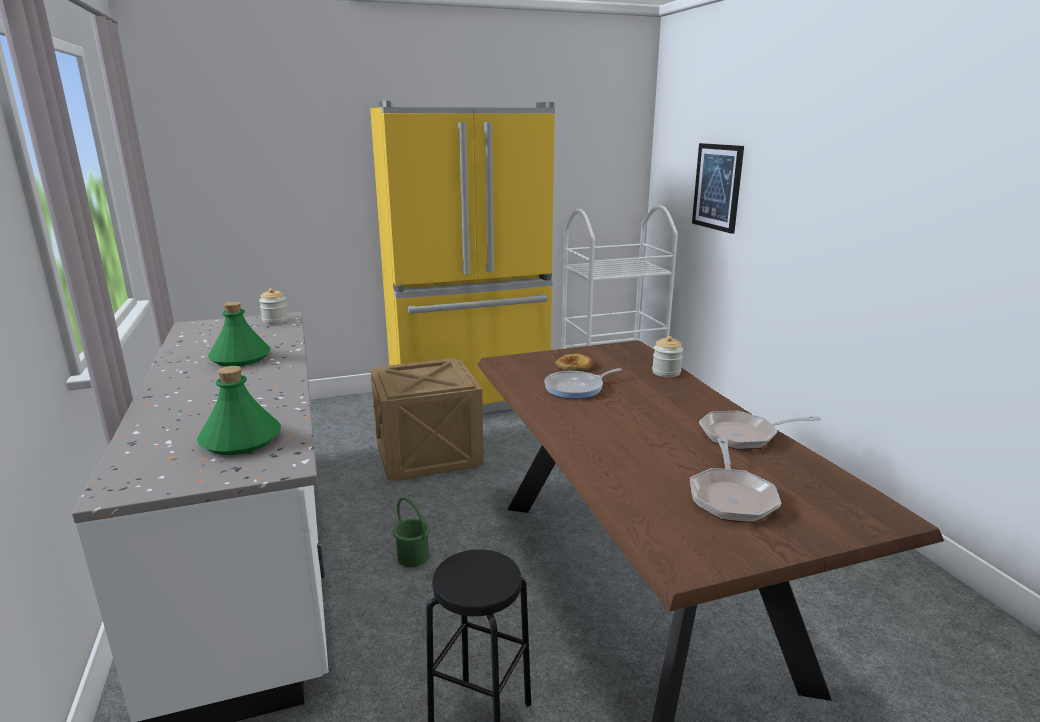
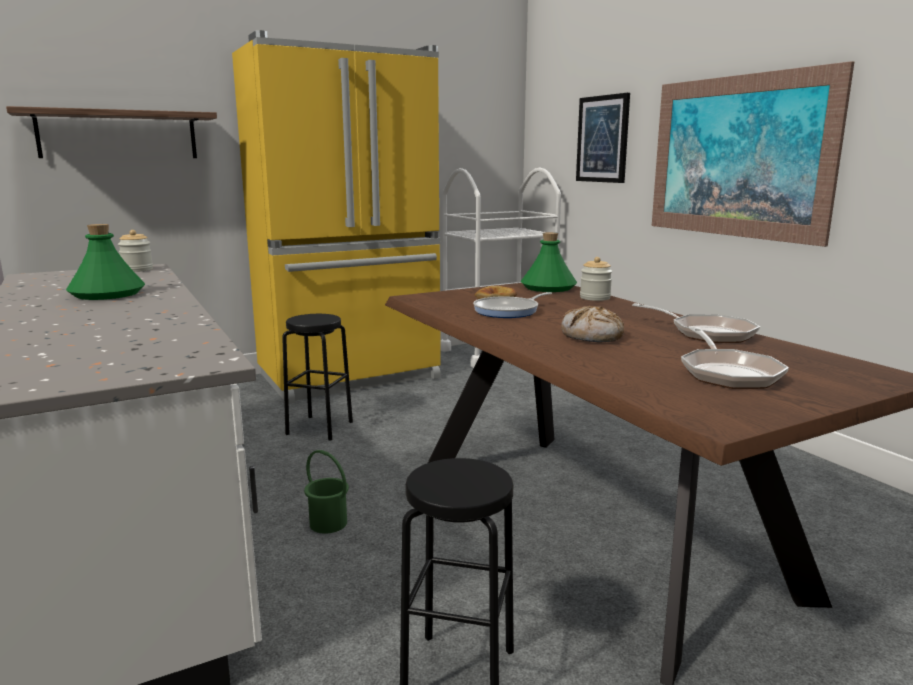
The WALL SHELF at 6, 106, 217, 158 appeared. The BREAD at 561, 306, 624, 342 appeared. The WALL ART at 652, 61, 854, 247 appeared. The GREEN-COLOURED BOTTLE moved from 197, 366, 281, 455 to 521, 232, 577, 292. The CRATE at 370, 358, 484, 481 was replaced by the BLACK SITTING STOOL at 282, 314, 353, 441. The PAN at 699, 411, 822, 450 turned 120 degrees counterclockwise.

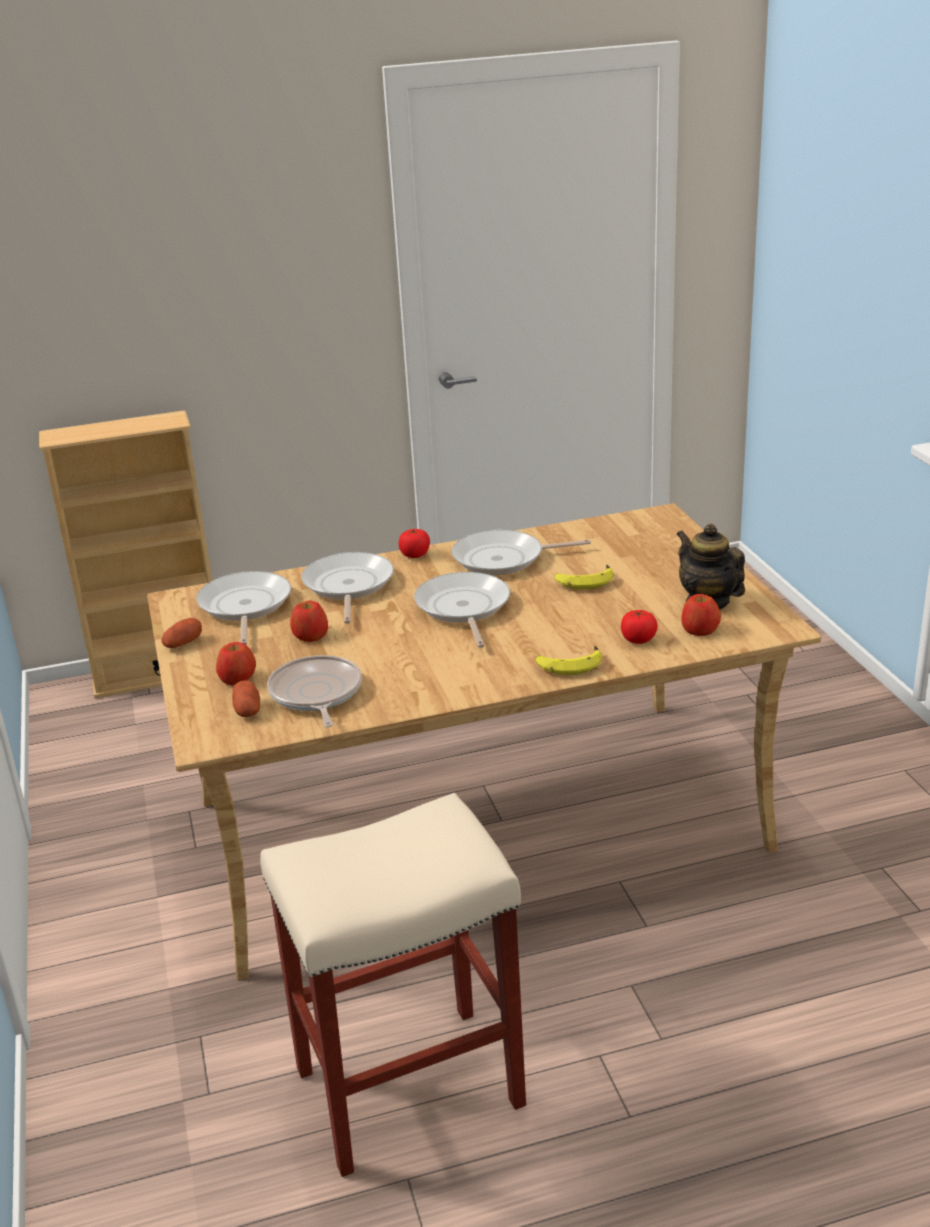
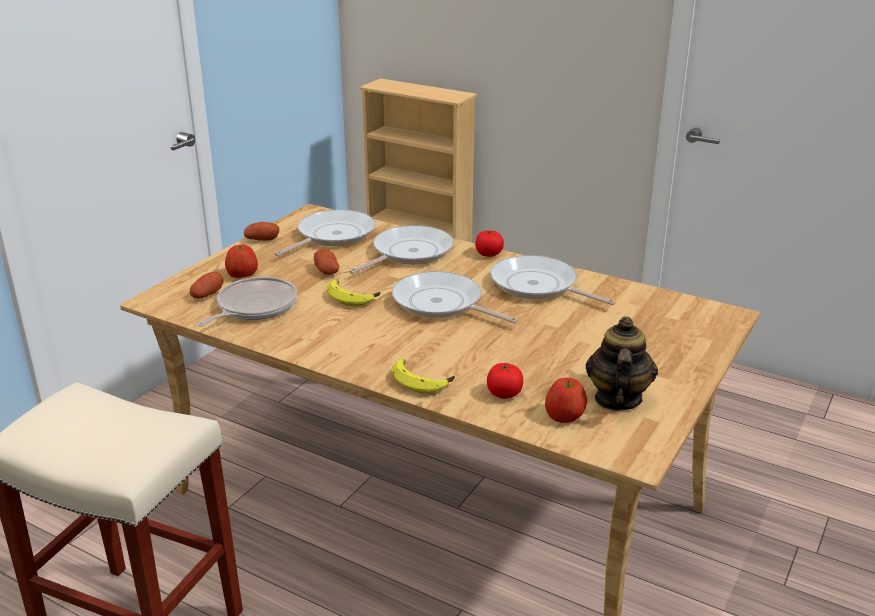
The WHOLE BANANA moved from 555, 564, 614, 589 to 327, 280, 380, 306. The WHOLE APPLE at 290, 600, 328, 642 was replaced by the SPUD at 314, 249, 339, 275. The PAN at 414, 572, 510, 648 turned 90 degrees counterclockwise.

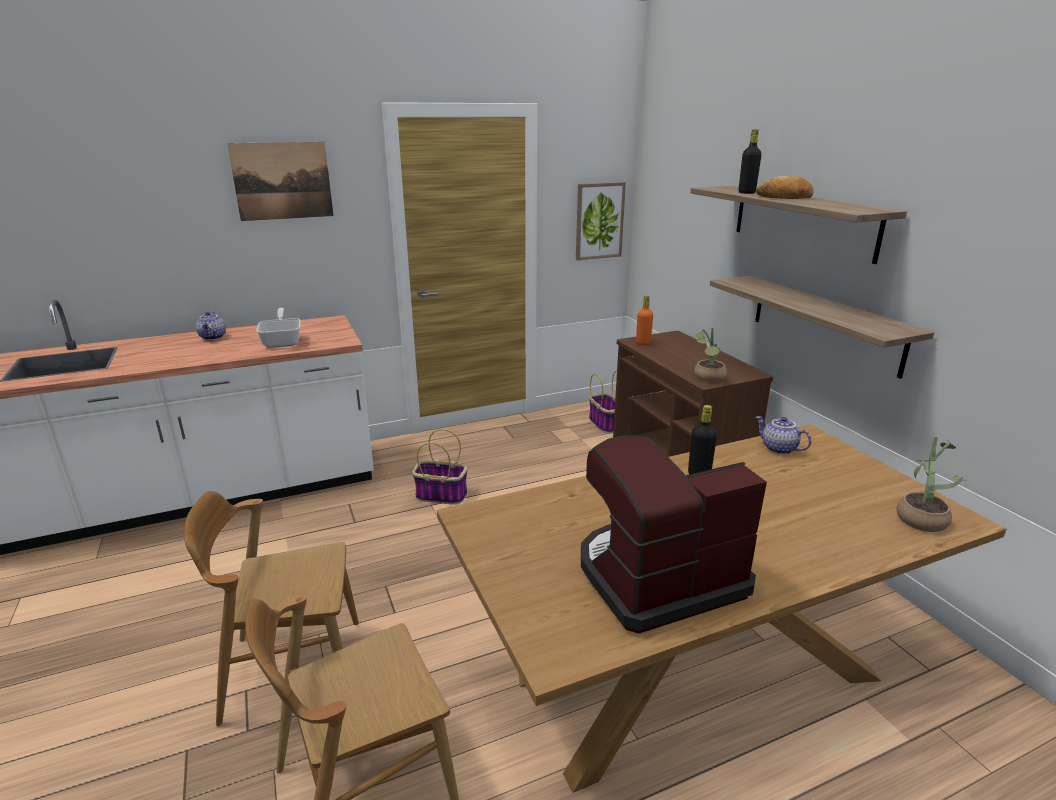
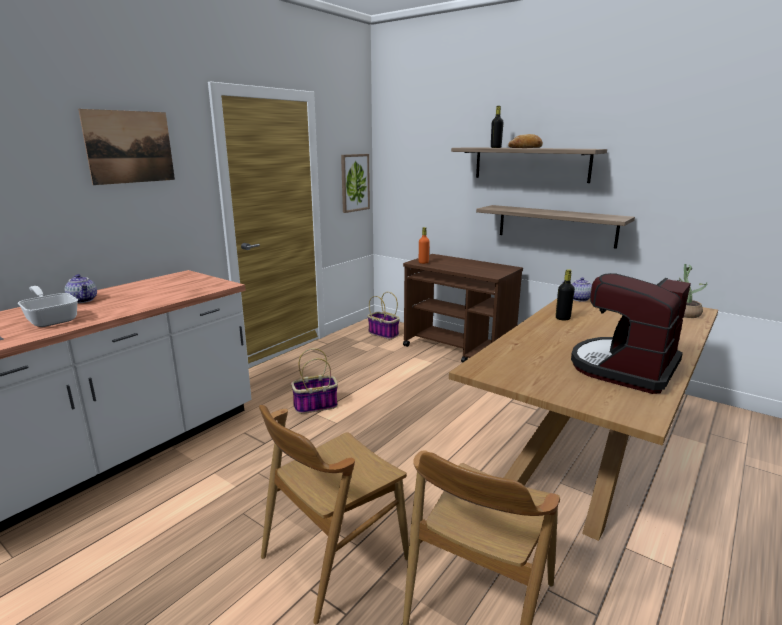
The PLANT IN A POT at 694, 327, 727, 382 disappeared. The PAN moved from 256, 308, 301, 348 to 18, 286, 78, 327.

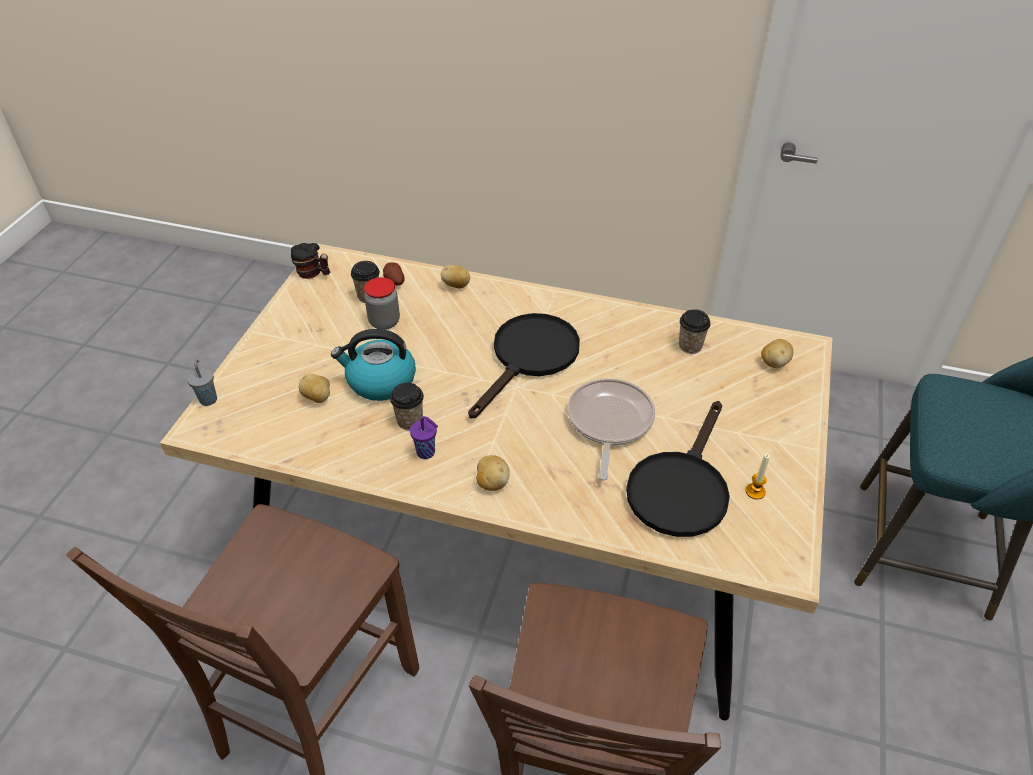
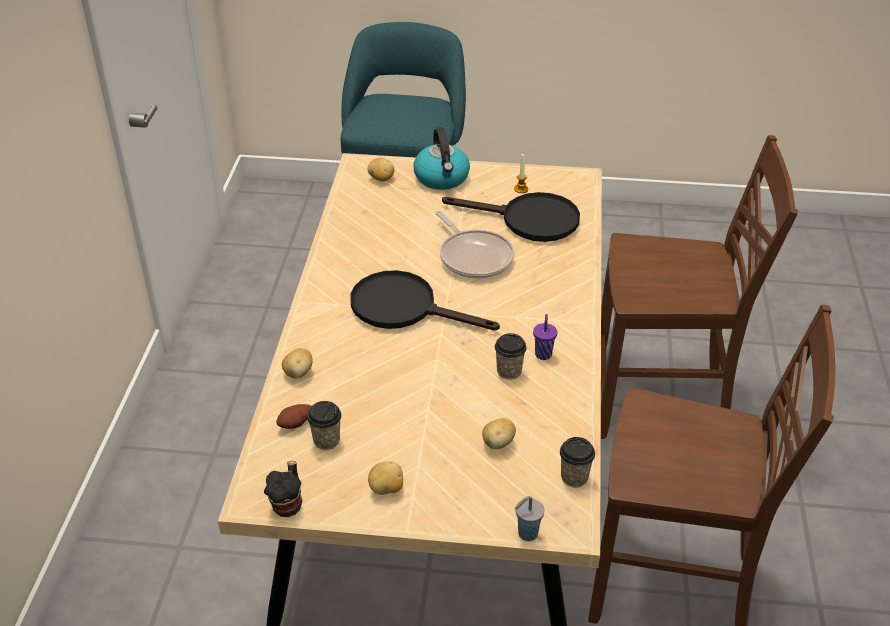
The PRESERVE JAR at 364, 277, 400, 330 disappeared. The WATER KETTLE moved from 331, 329, 416, 401 to 413, 127, 470, 190. The SPUD moved from 476, 455, 510, 491 to 368, 461, 403, 495. The CUP moved from 679, 309, 711, 354 to 560, 437, 595, 487. The PAN at 568, 378, 655, 480 turned 120 degrees counterclockwise.

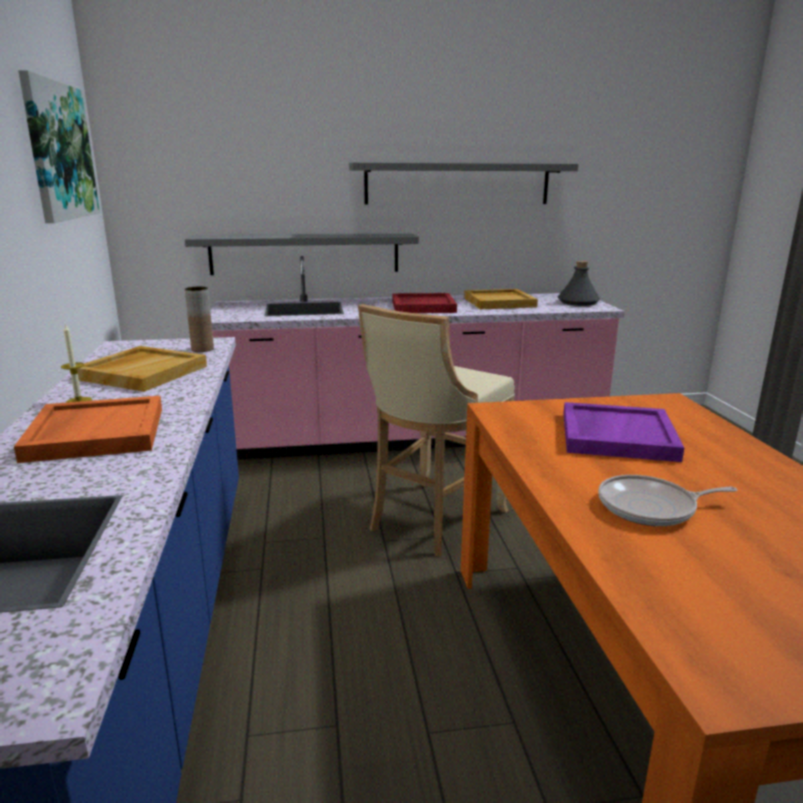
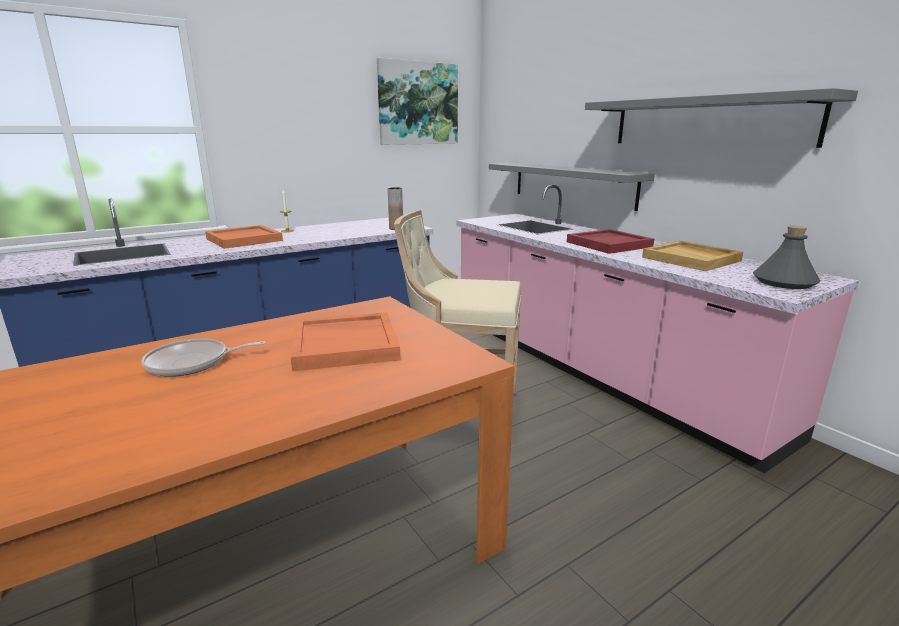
The SAND-COLOURED TRAY at 77, 346, 207, 392 disappeared. The PURPLE-COLOURED TRAY at 563, 402, 684, 462 became the ORANGE TRAY at 291, 312, 400, 371. The PAN at 598, 475, 737, 526 turned 75 degrees counterclockwise.

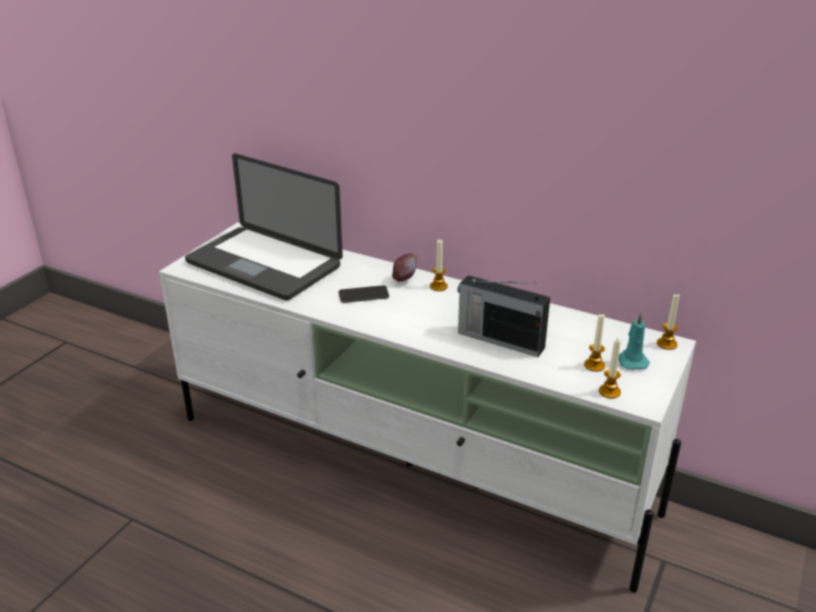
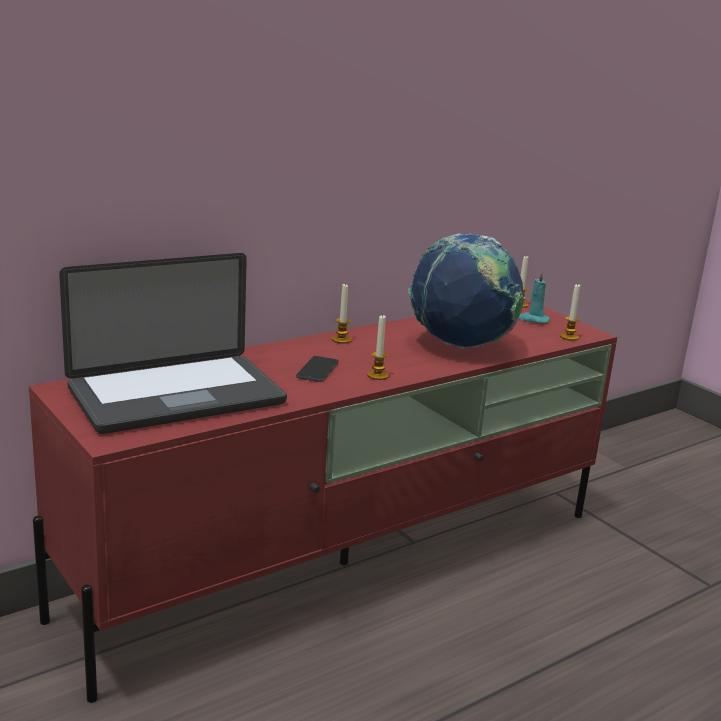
The WHOLE APPLE at 392, 254, 417, 282 disappeared. The WAX LIGHT moved from 584, 314, 605, 372 to 367, 314, 389, 380. The RADIO at 458, 275, 550, 357 was replaced by the WORLD GLOBE at 408, 233, 524, 349. The WHITISH MEDIA CONSOLE at 159, 222, 696, 593 became the REDDISH MEDIA CONSOLE at 29, 300, 617, 703.

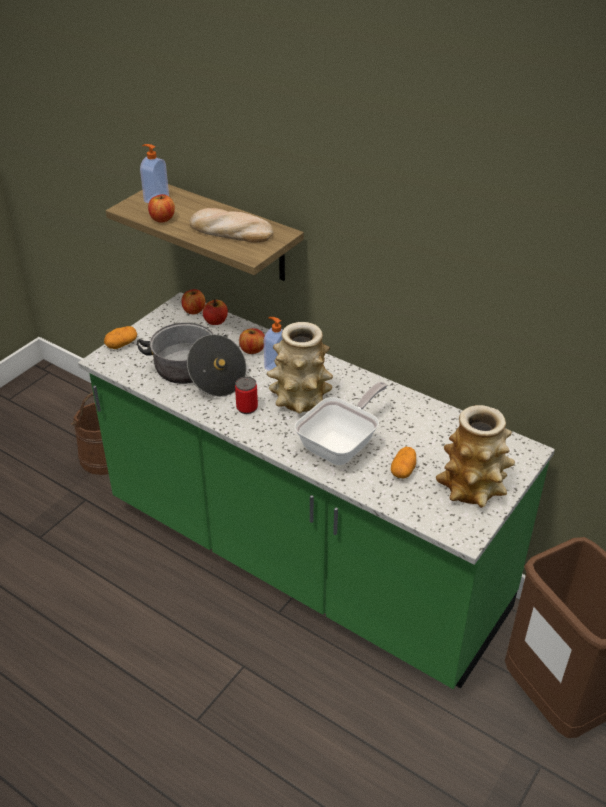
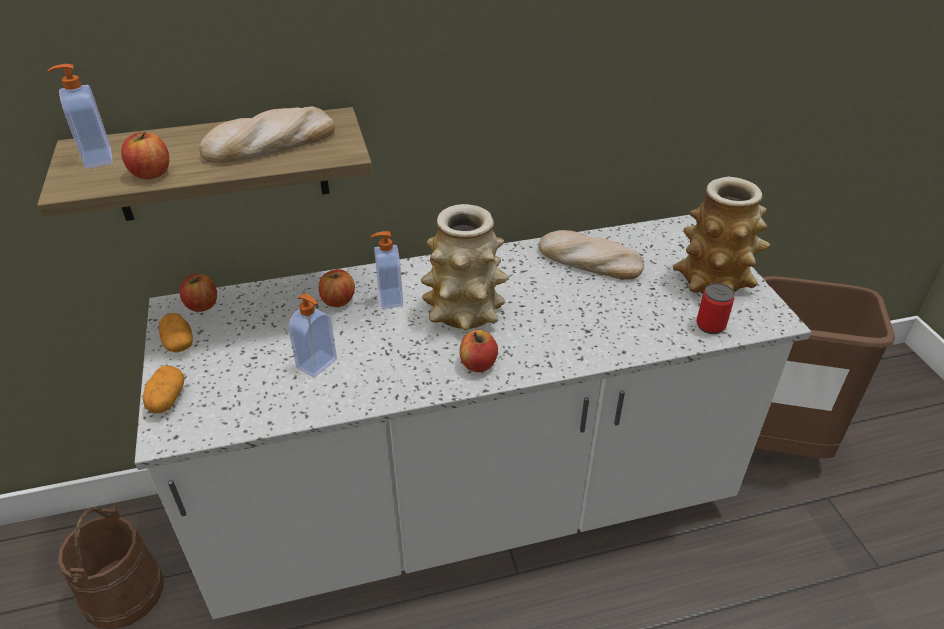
The PAN at 295, 382, 387, 465 disappeared. The BREAD at 538, 230, 644, 280 appeared. The WHOLE APPLE moved from 203, 299, 228, 325 to 459, 330, 498, 372. The SEALED CAN moved from 235, 377, 258, 414 to 696, 283, 735, 334. The SPUD moved from 391, 447, 416, 478 to 159, 313, 193, 353. The STOCKPOT at 137, 322, 246, 397 was replaced by the SOAP DISPENSER at 288, 293, 337, 378. The GREEN-COLOURED COUNTER at 78, 292, 555, 689 became the WHITISH COUNTER at 135, 215, 811, 619.

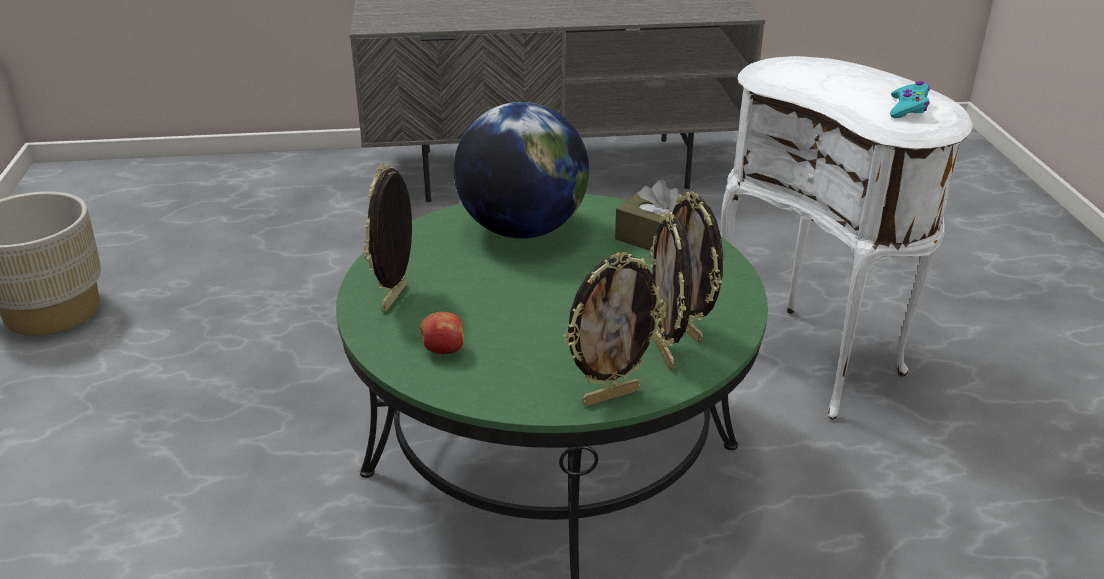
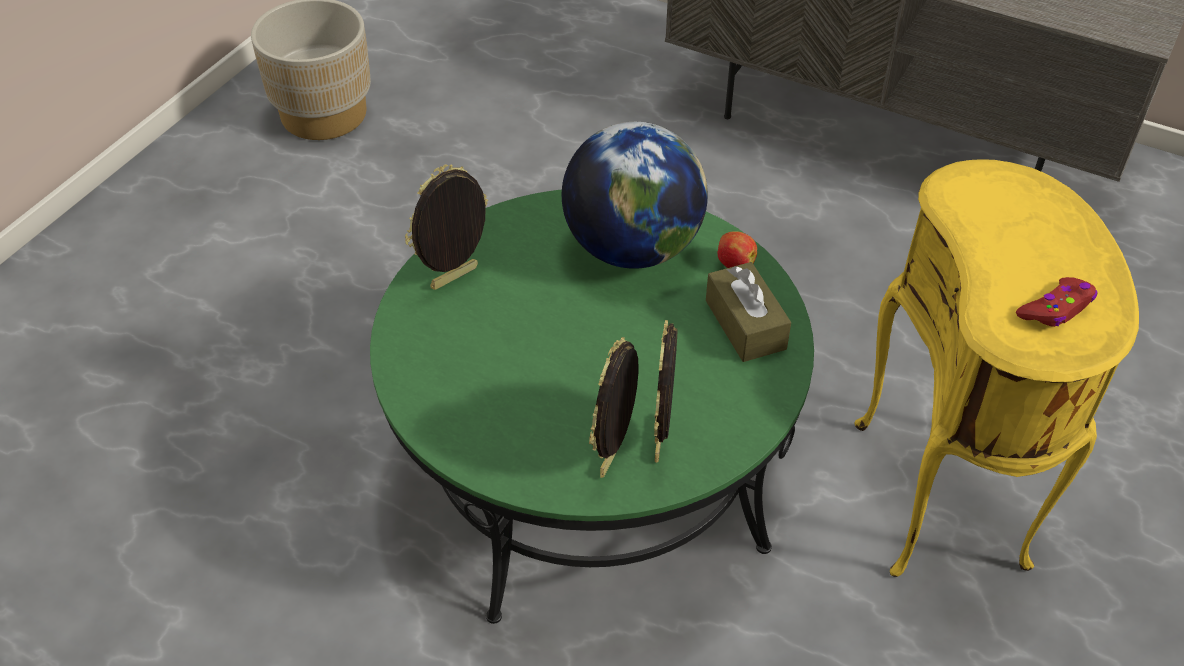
The STANDING FRAME at 563, 252, 666, 406 disappeared. The WHOLE APPLE moved from 420, 312, 464, 354 to 718, 231, 757, 268. The WHITISH SIDE TABLE at 721, 56, 973, 420 became the YELLOW-COLOURED SIDE TABLE at 854, 159, 1139, 577. The BLUE-GREEN JOYPAD at 890, 81, 930, 118 became the REDDISH JOYPAD at 1016, 277, 1098, 327.

